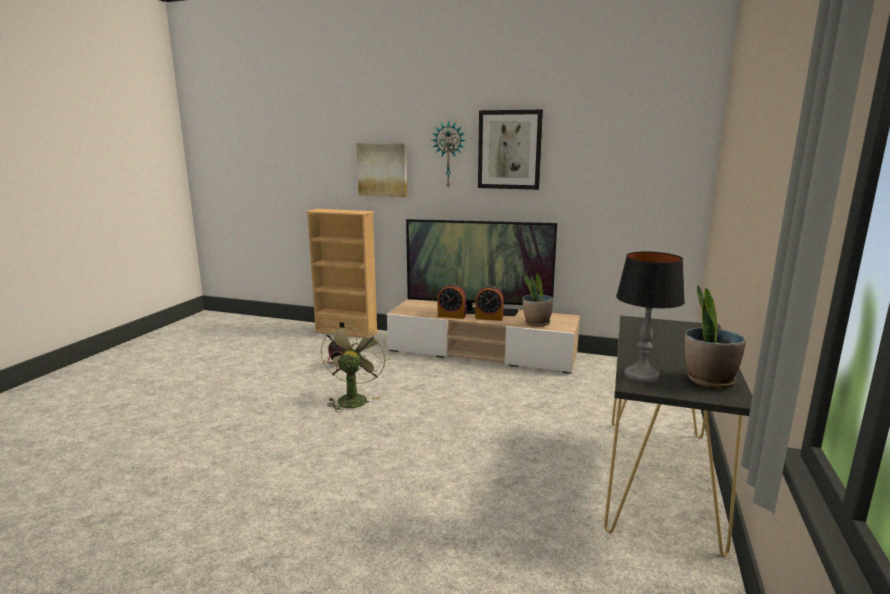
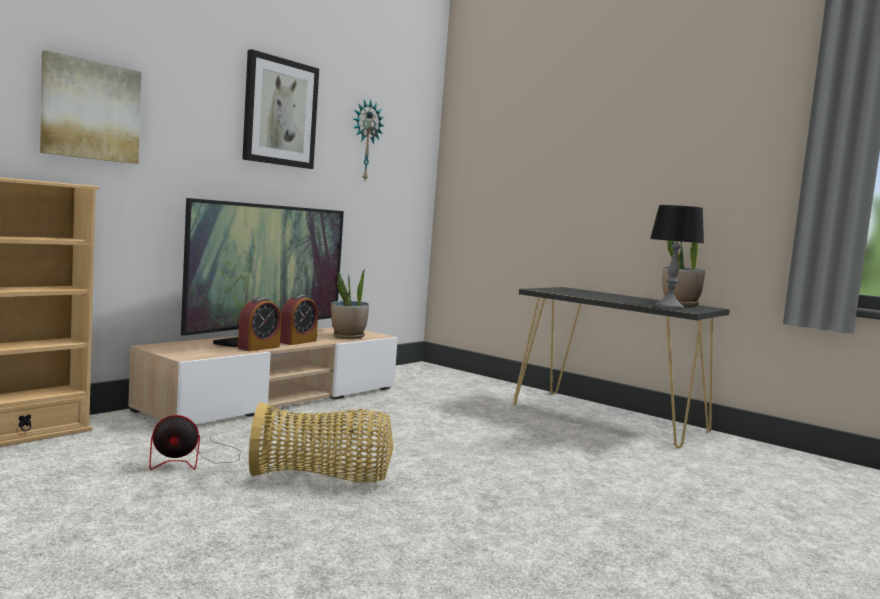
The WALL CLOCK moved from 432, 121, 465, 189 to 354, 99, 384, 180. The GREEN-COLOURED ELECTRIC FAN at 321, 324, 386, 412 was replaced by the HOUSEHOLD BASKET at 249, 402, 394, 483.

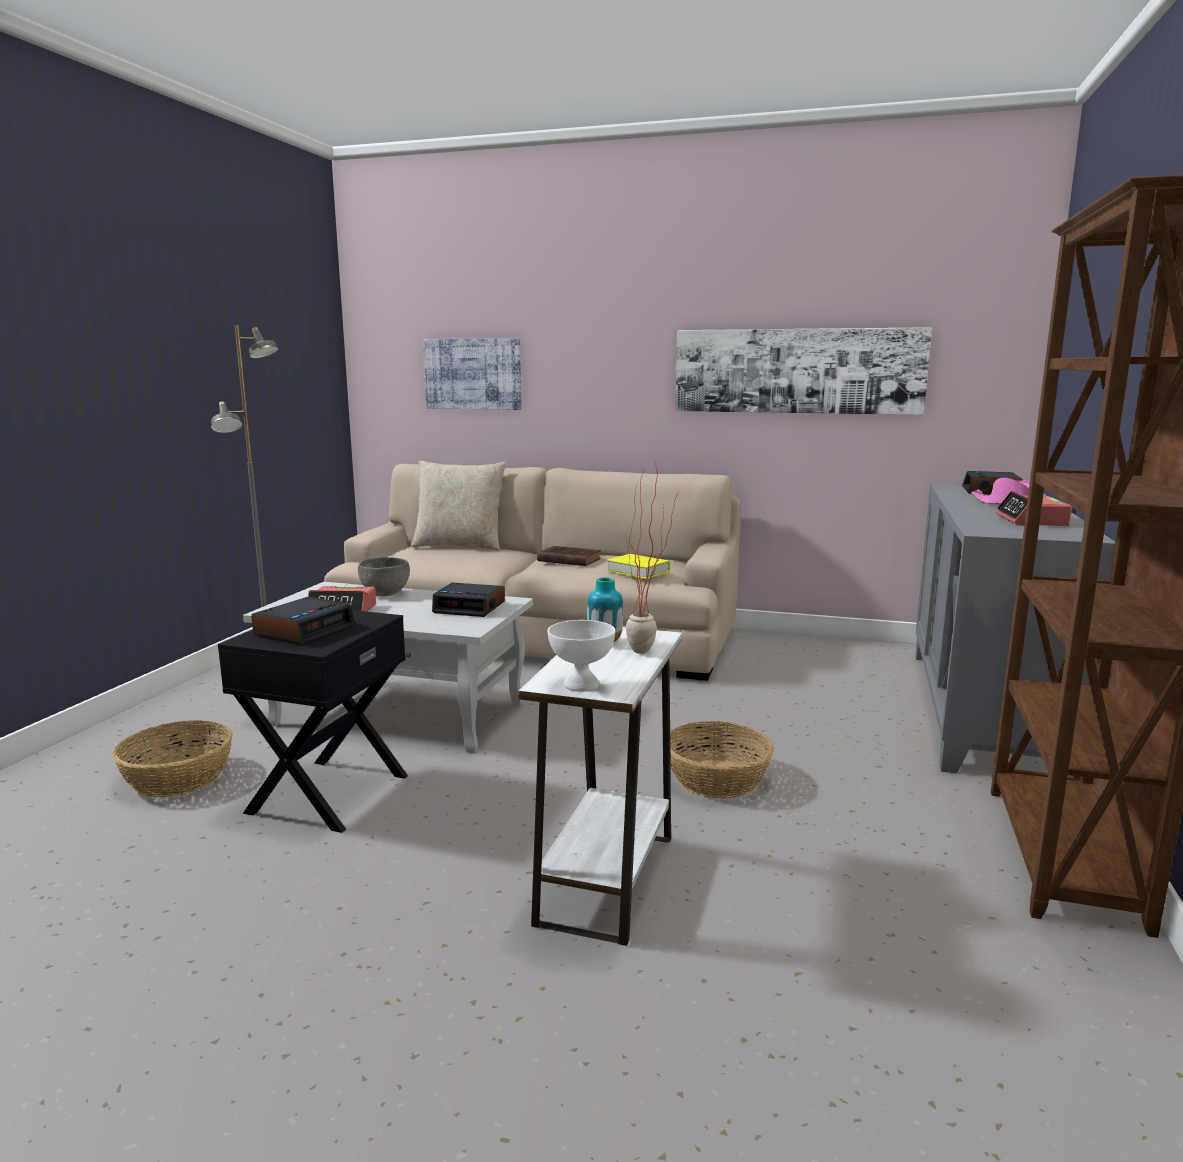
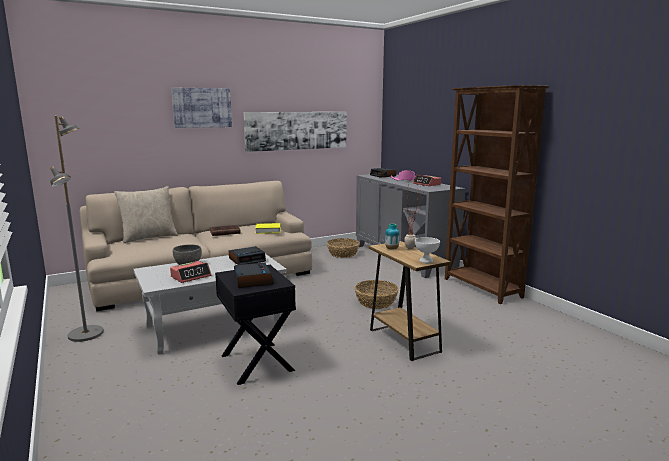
The HOUSEHOLD BASKET moved from 112, 720, 233, 798 to 327, 238, 360, 258. The WALL ART moved from 423, 338, 521, 410 to 172, 87, 232, 128. The WHITISH SIDE TABLE at 519, 627, 682, 946 became the BROWNISH SIDE TABLE at 369, 241, 451, 361.

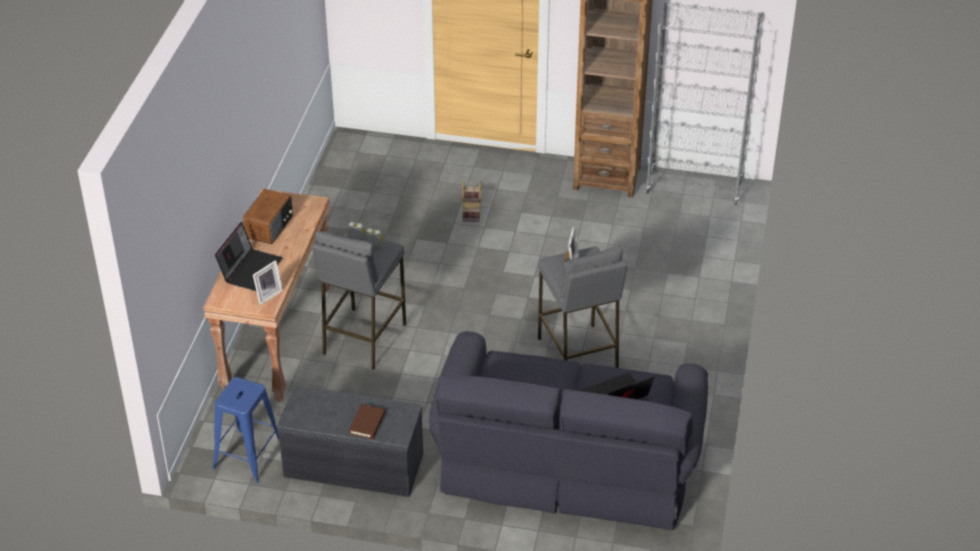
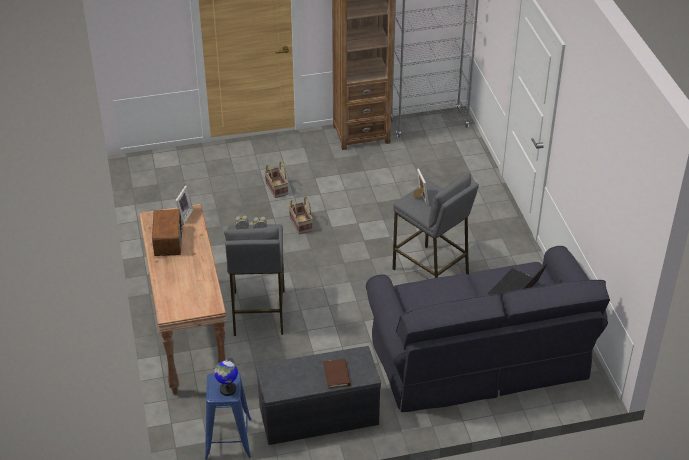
The NOTEBOOK COMPUTER at 215, 222, 282, 291 disappeared. The WORLD GLOBE at 214, 358, 238, 396 appeared. The HOUSEHOLD BASKET at 289, 197, 313, 234 appeared. The STANDING FRAME moved from 253, 261, 283, 305 to 175, 186, 193, 223.

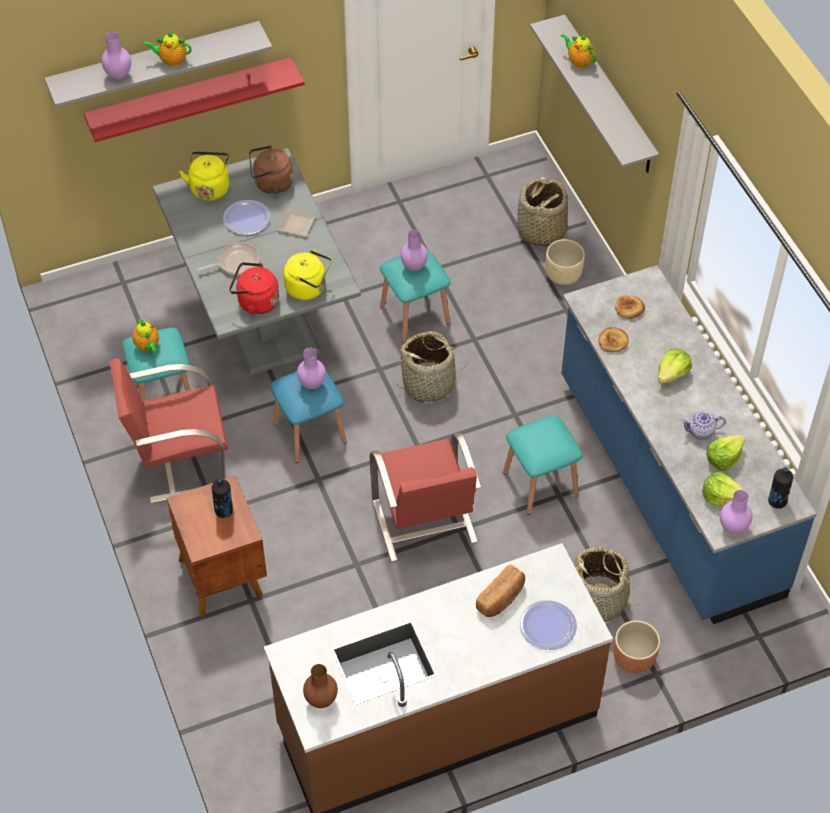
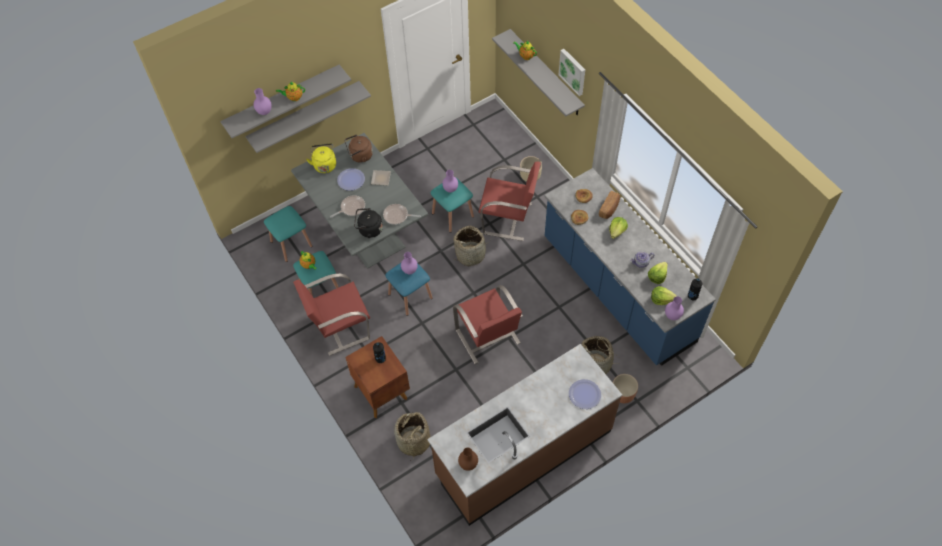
The REDDISH UPRIGHT CHAIR at 479, 161, 541, 241 appeared. The WALL ART at 559, 49, 585, 96 appeared. The BREAD moved from 476, 564, 525, 617 to 599, 191, 620, 219. The BLUE-GREEN SITTING STOOL moved from 503, 415, 582, 515 to 264, 206, 312, 262. The HOUSEHOLD BASKET moved from 517, 177, 568, 248 to 394, 412, 431, 461. The YELLOW-COLOURED WATER KETTLE at 283, 250, 332, 300 was replaced by the PAN at 383, 204, 421, 225. The REDDISH WALL SHELF at 84, 57, 305, 142 became the GREYISH WALL SHELF at 245, 81, 371, 153. The REDDISH WATER KETTLE at 229, 262, 279, 315 became the BLACK WATER KETTLE at 354, 208, 383, 238.

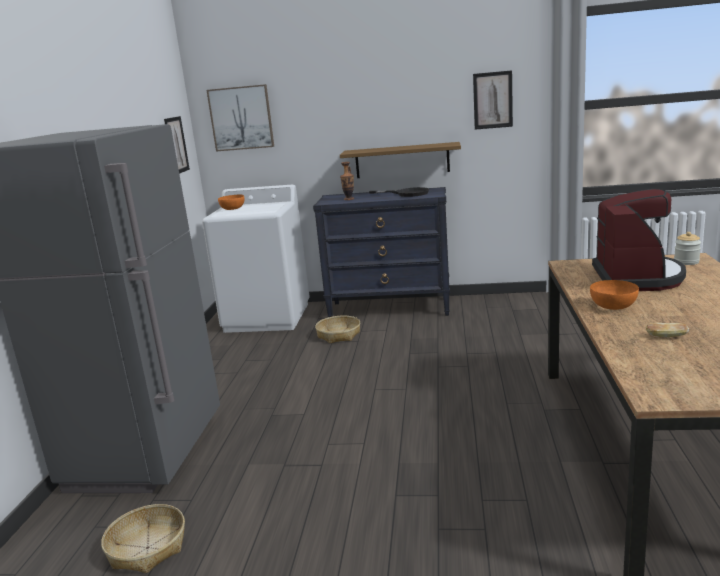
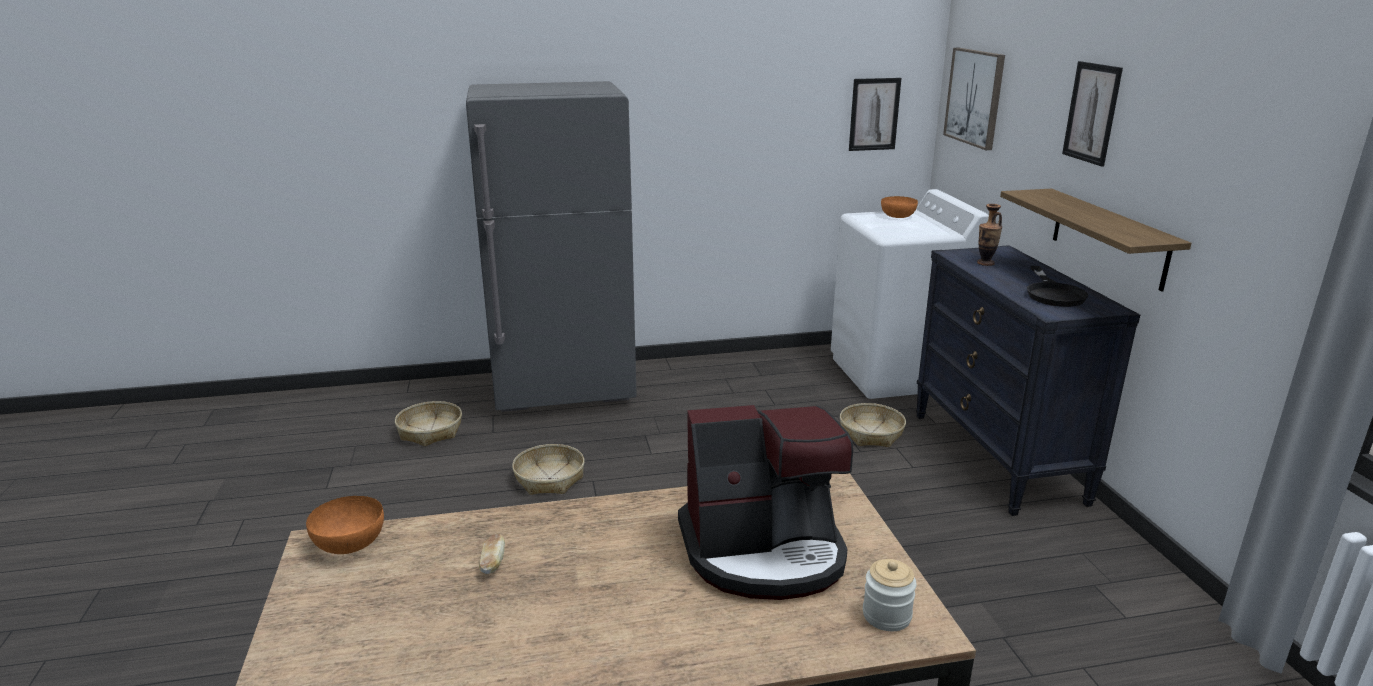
The HOUSEHOLD BASKET at 512, 444, 585, 495 appeared. The WALL ART moved from 473, 70, 513, 130 to 1062, 61, 1123, 167. The ORANGE DEEP DISH moved from 590, 280, 639, 310 to 306, 496, 384, 554.

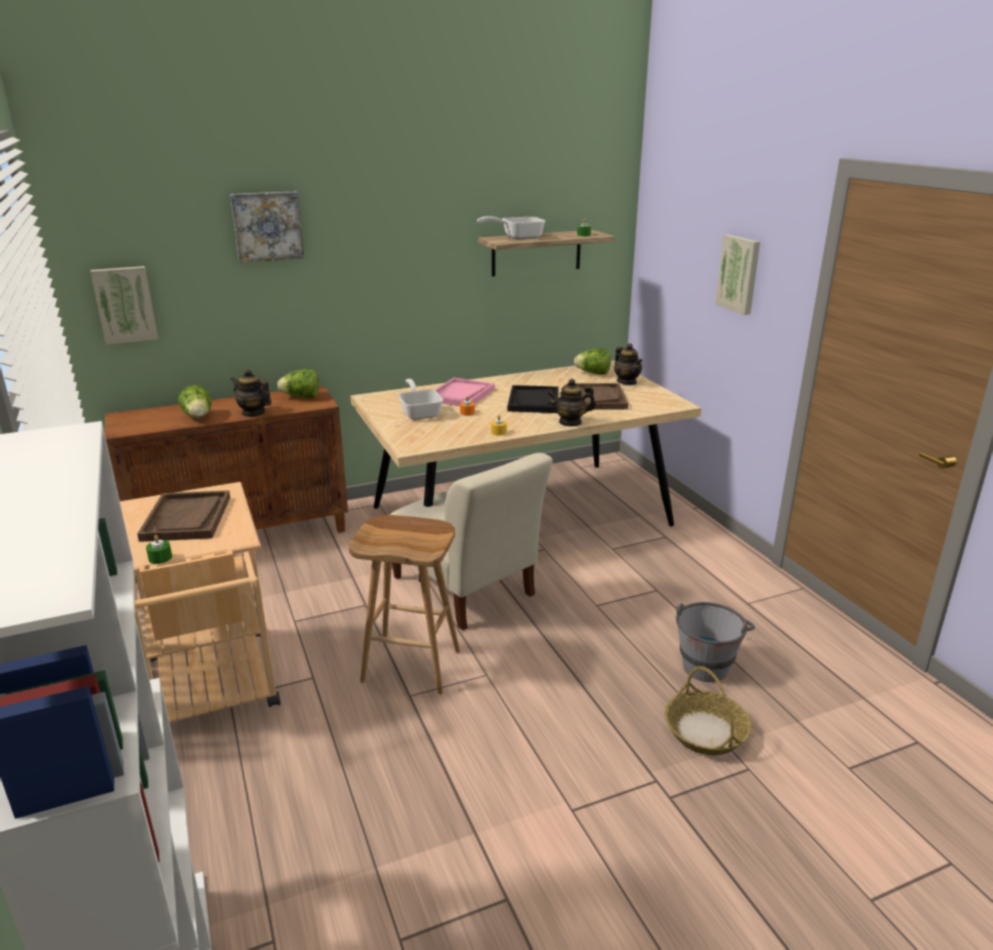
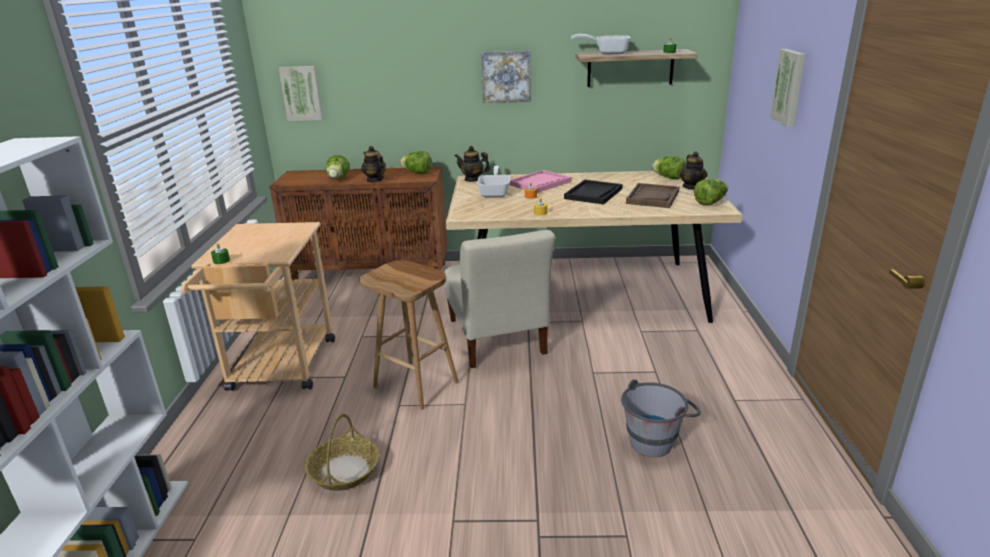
The BROWNISH TRAY at 137, 490, 230, 542 disappeared. The HEAD OF LETTUCE at 694, 178, 728, 205 appeared. The WALL ART moved from 230, 191, 304, 263 to 481, 51, 531, 103. The TEA POT moved from 547, 379, 596, 427 to 455, 146, 491, 182. The HOUSEHOLD BASKET moved from 665, 666, 752, 755 to 305, 414, 379, 491.

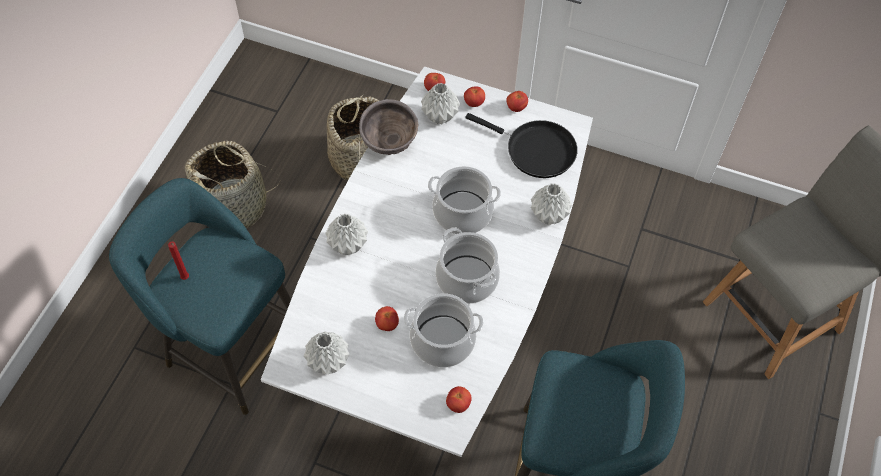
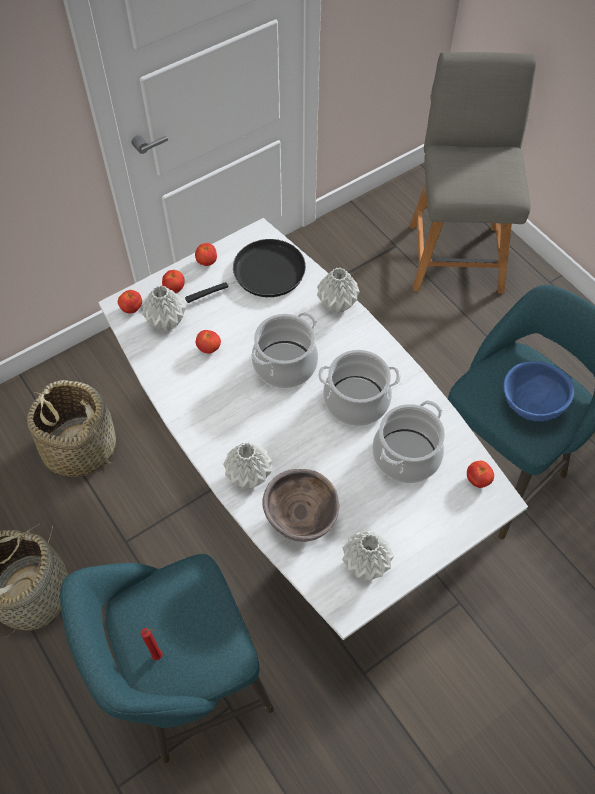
The BLUISH DEEP DISH at 503, 361, 574, 422 appeared. The BROWNISH DEEP DISH moved from 359, 99, 418, 155 to 262, 469, 340, 542. The TOMATO moved from 375, 306, 399, 331 to 196, 330, 221, 354.

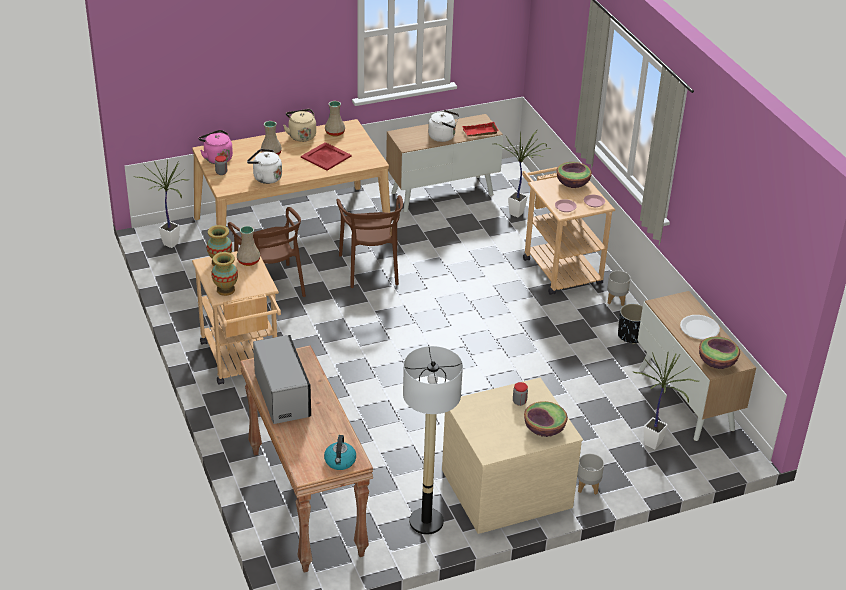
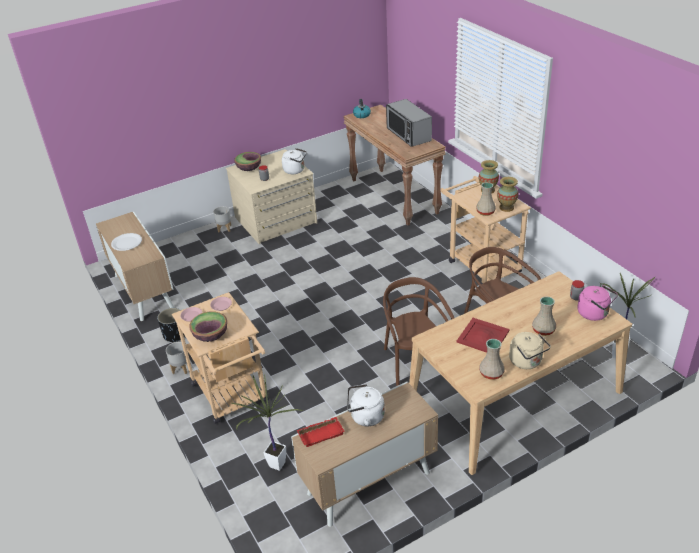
The FLOOR LAMP at 403, 346, 463, 535 disappeared. The PLANT IN A POT at 632, 352, 699, 450 disappeared. The DEEP DISH at 699, 336, 740, 369 disappeared. The WHITISH WATER KETTLE moved from 247, 149, 282, 184 to 282, 148, 307, 174.

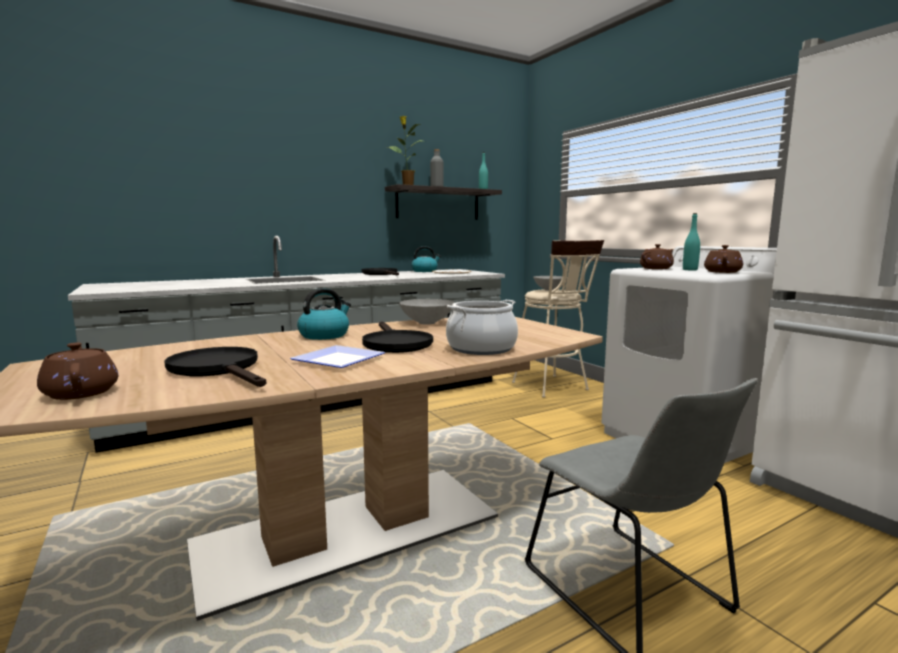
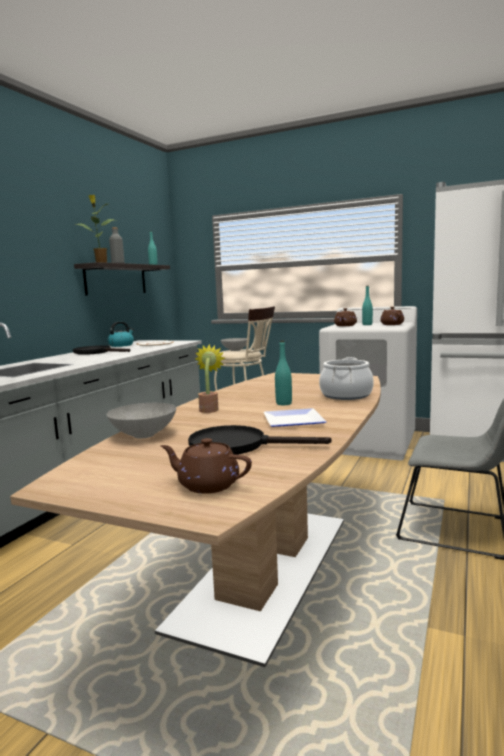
The GREYISH DEEP DISH moved from 399, 299, 455, 325 to 107, 403, 176, 439. The WATER KETTLE at 297, 288, 351, 340 was replaced by the PLANT IN A POT at 195, 344, 225, 413. The BLACK PAN at 362, 321, 433, 353 was replaced by the BLUE-GREEN BOTTLE at 275, 341, 292, 405.

